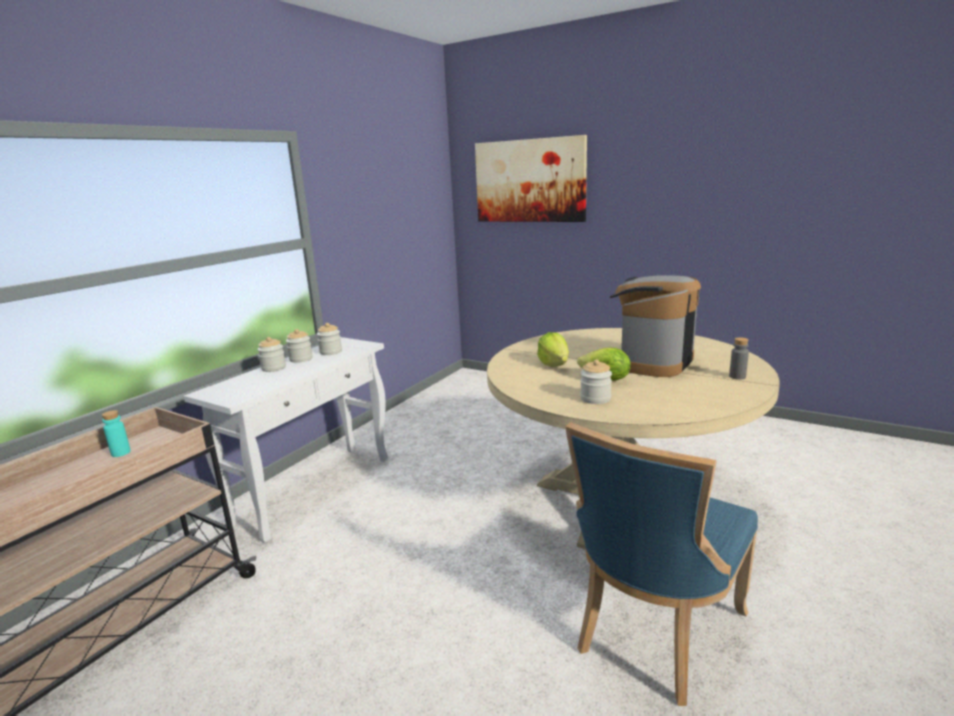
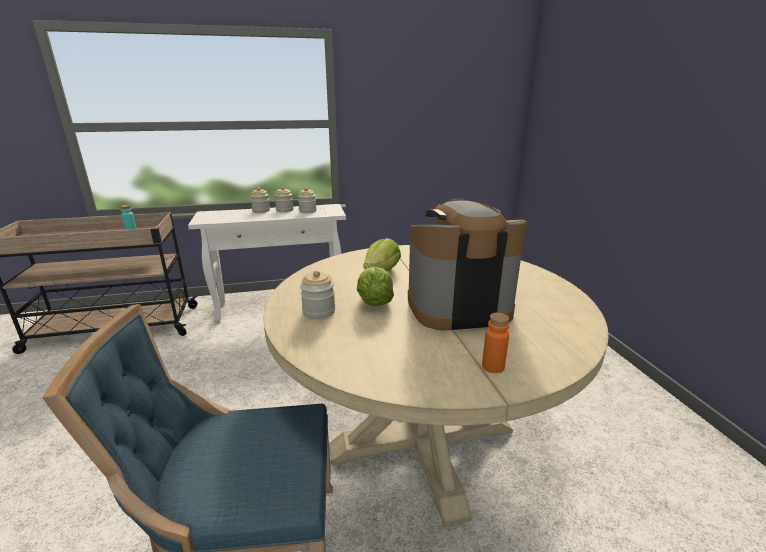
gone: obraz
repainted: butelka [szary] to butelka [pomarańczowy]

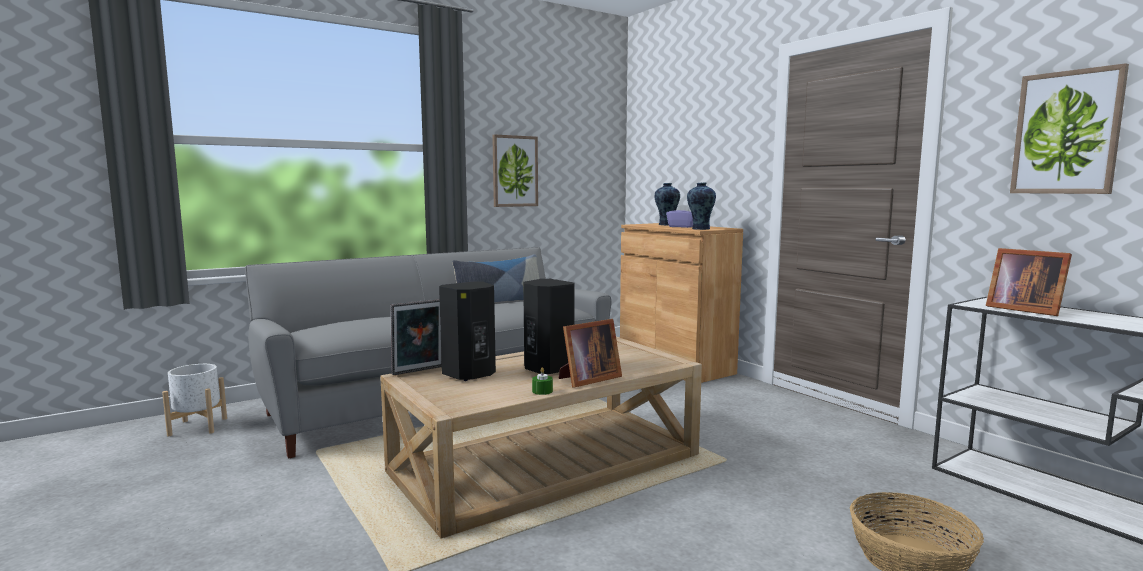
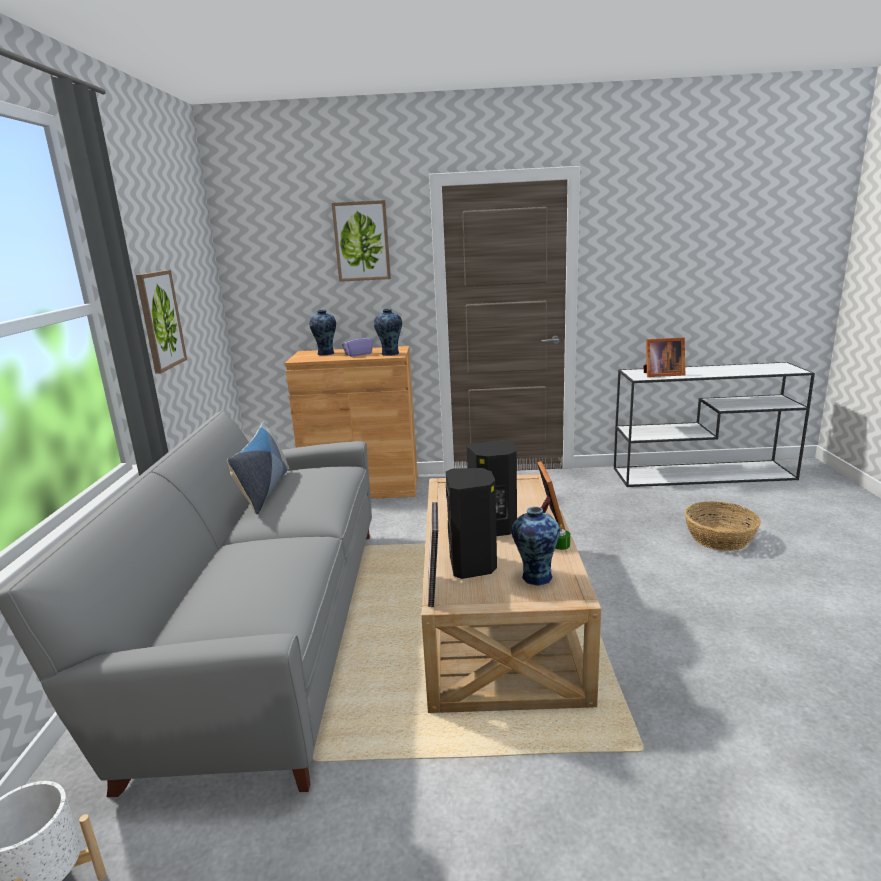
new: wazon (no. 3 from left)
shifted: obraz (no. 2 from left)

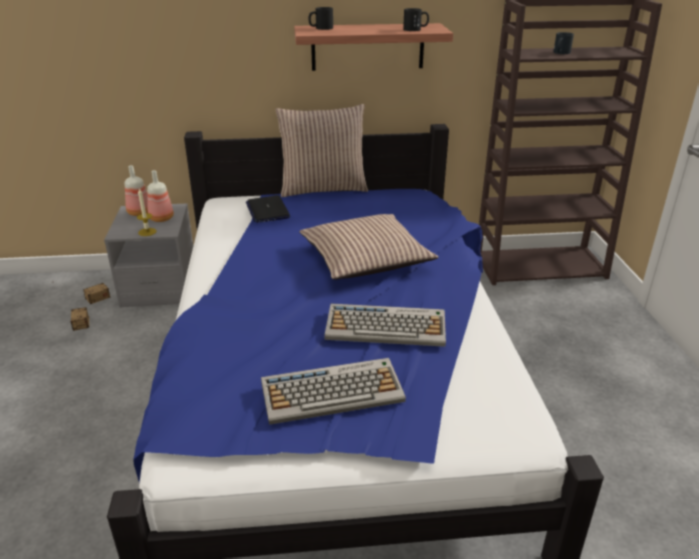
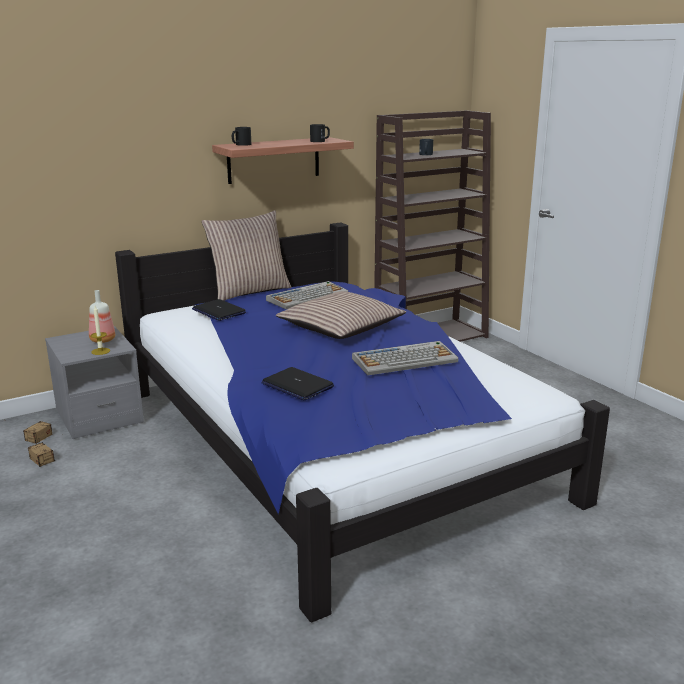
gone: butelka (no. 1 from left)
new: laptop (no. 2 from left)
shifted: klawiatura (no. 1 from left)

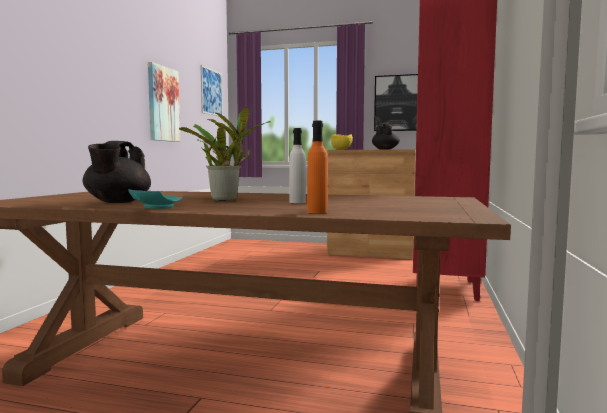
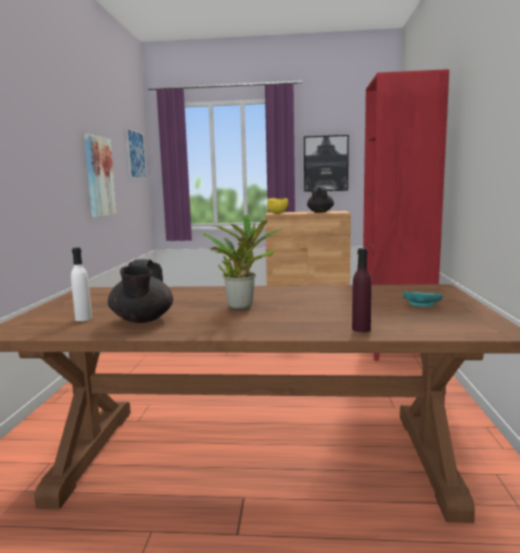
shifted: butelka [biały]; talerz [turkusowy]
repainted: butelka [pomarańczowy] to butelka [fioletowy]

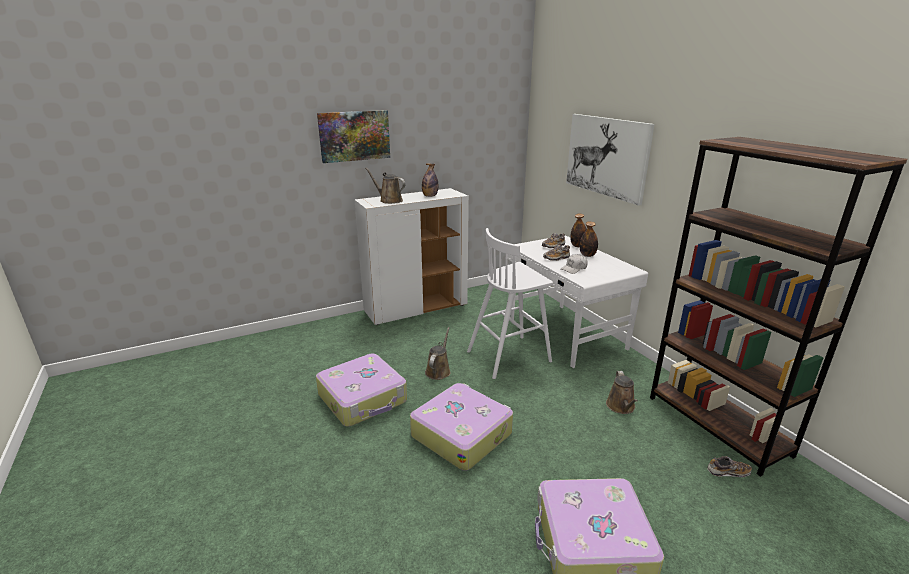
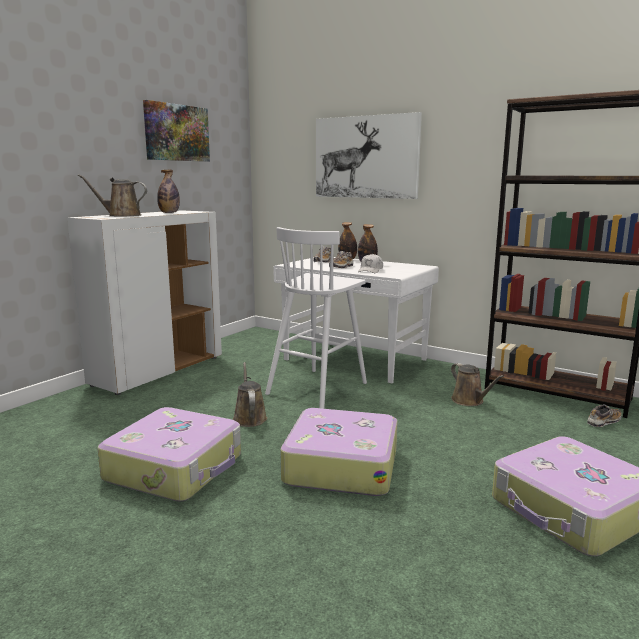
shifted: obraz (no. 1 from left)

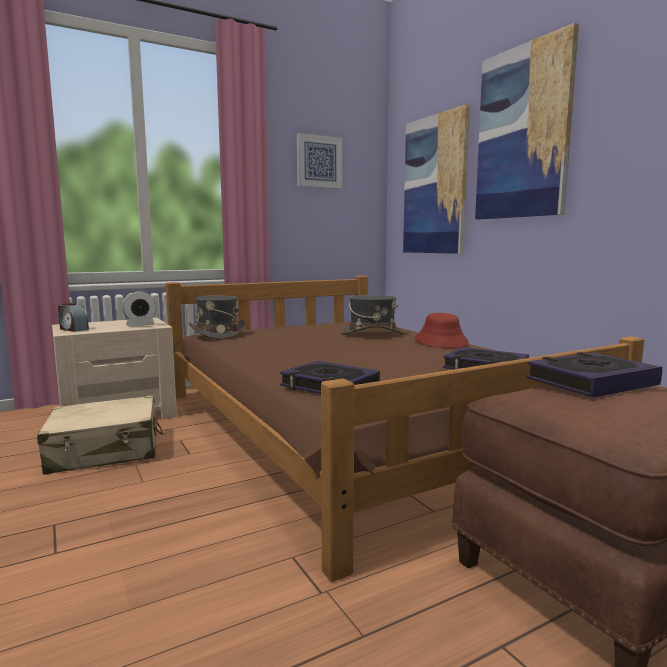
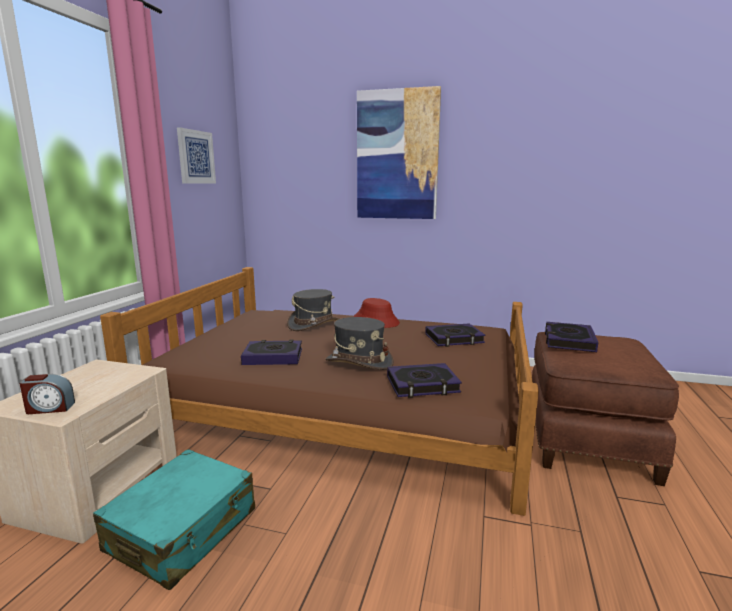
gone: budzik (no. 2 from left); obraz (no. 2 from left)
new: książka (no. 1 from left)
shifted: kapelusz [szary] (no. 1 from left in the first image) to kapelusz [szary] (no. 2 from left)
repainted: walizka [beżowy] to walizka [turkusowy]

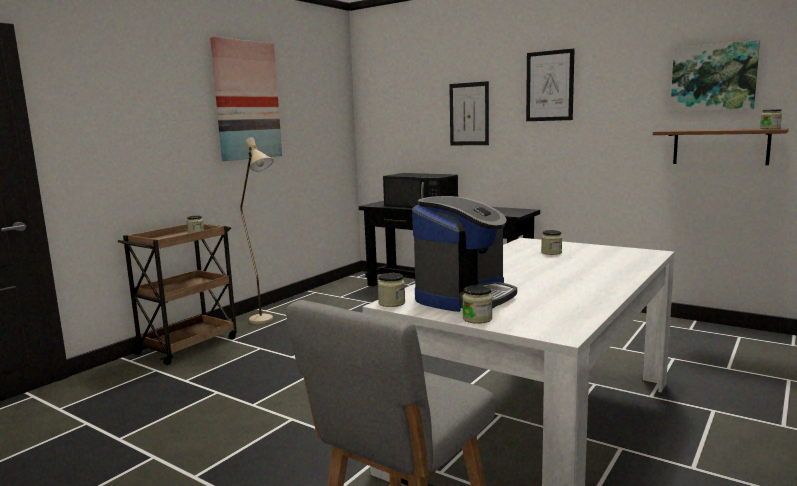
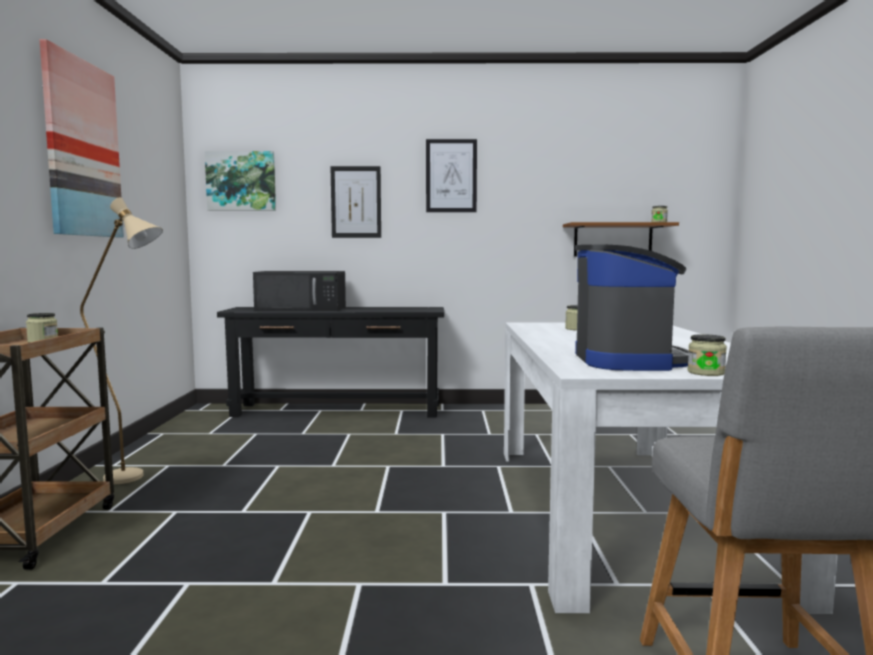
gone: słoik (no. 2 from left)
shifted: obraz (no. 4 from left in the first image) to obraz (no. 2 from left)

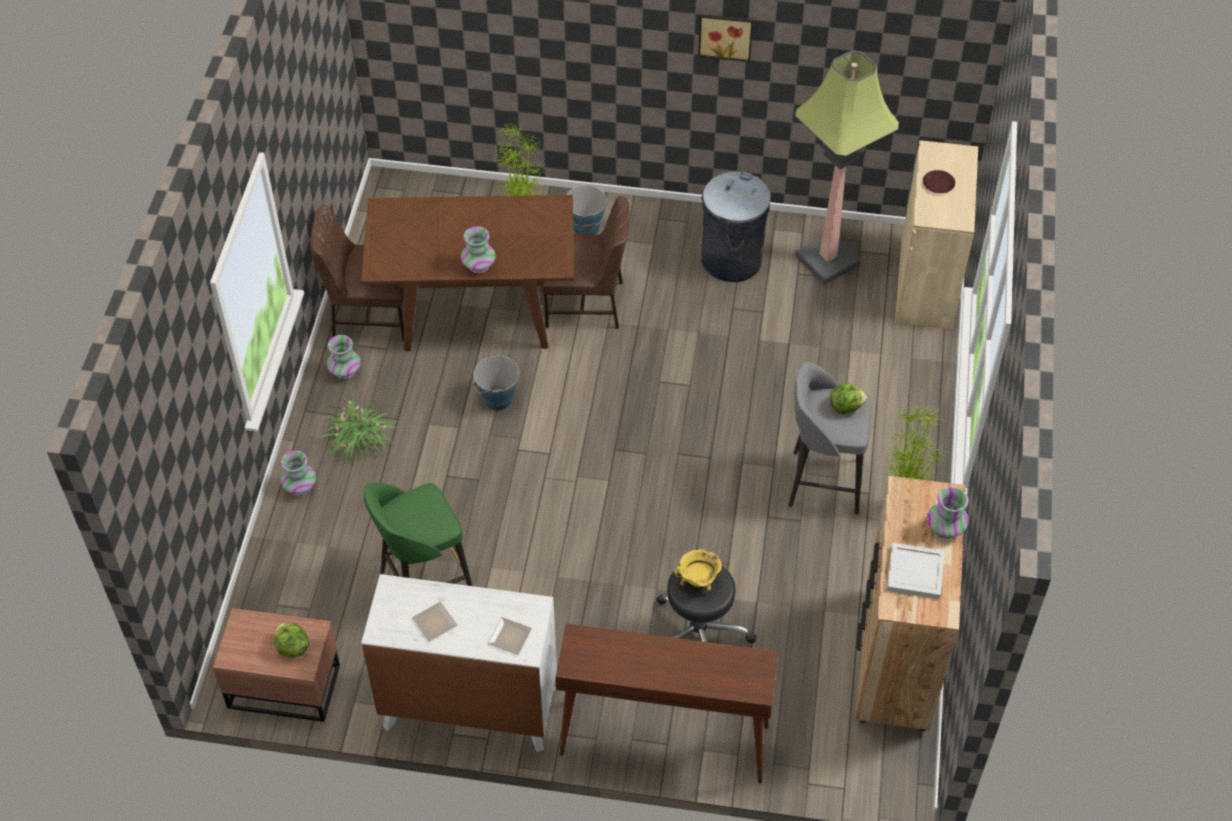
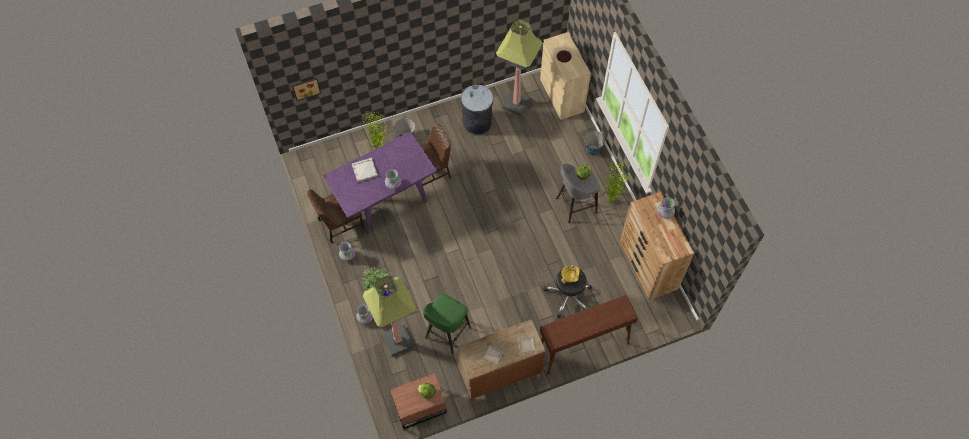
new: lampa stojąca (no. 1 from left)
shifted: obraz; taca [biały]; wiadro (no. 1 from left in the first image) to wiadro (no. 2 from left)
repainted: stół jadalny [brązowy] to stół jadalny [fioletowy]; komoda [biały] to komoda [brązowy] (no. 1 from left)

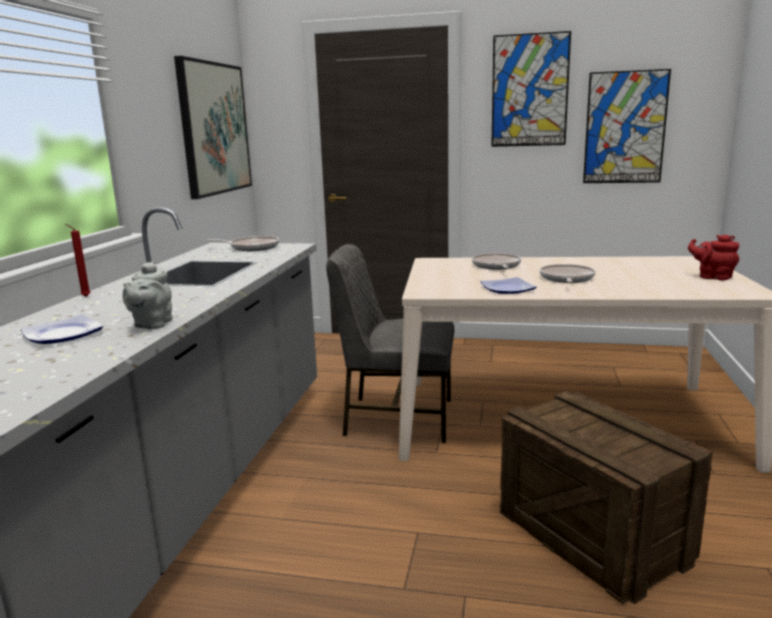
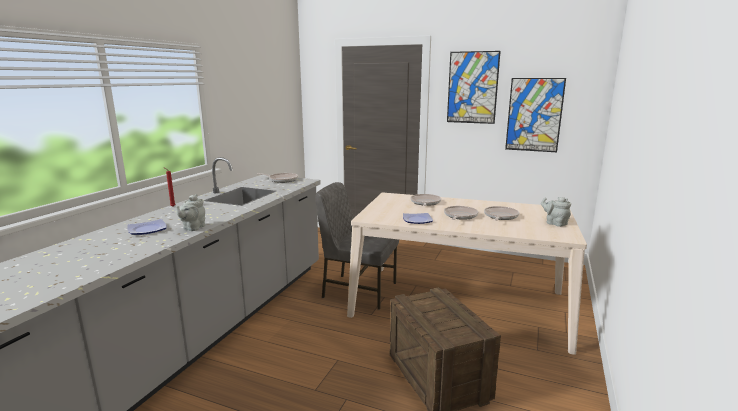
gone: obraz (no. 1 from left)
new: patelnia (no. 4 from left)
repainted: imbryk [czerwony] to imbryk [szary] (no. 2 from left)

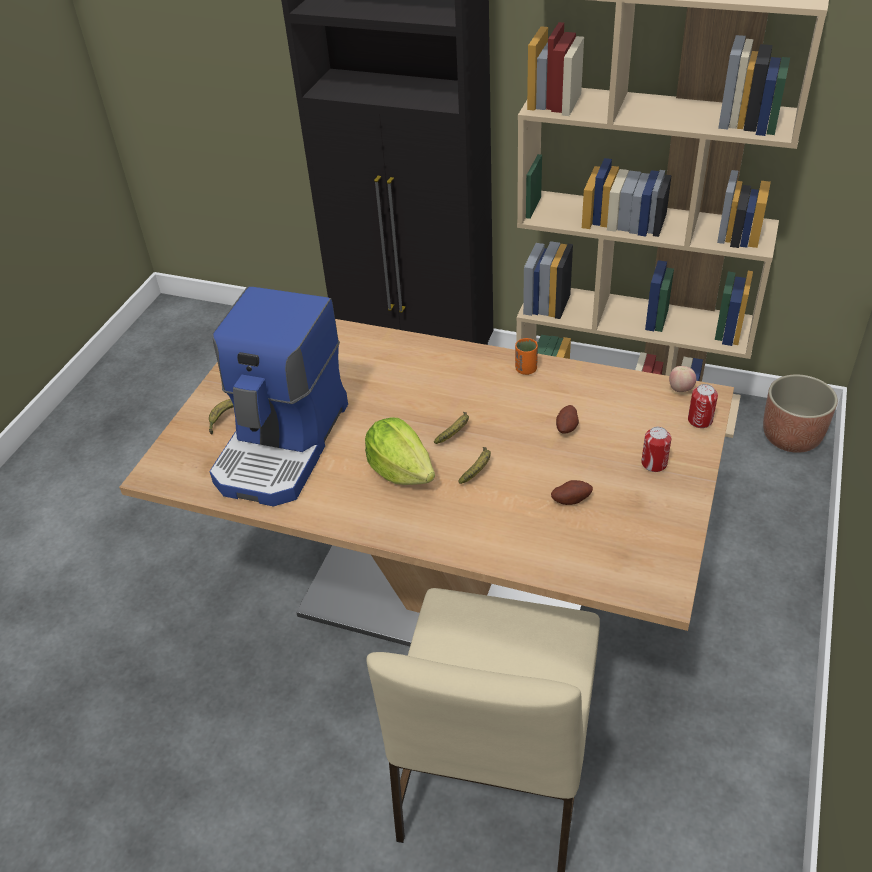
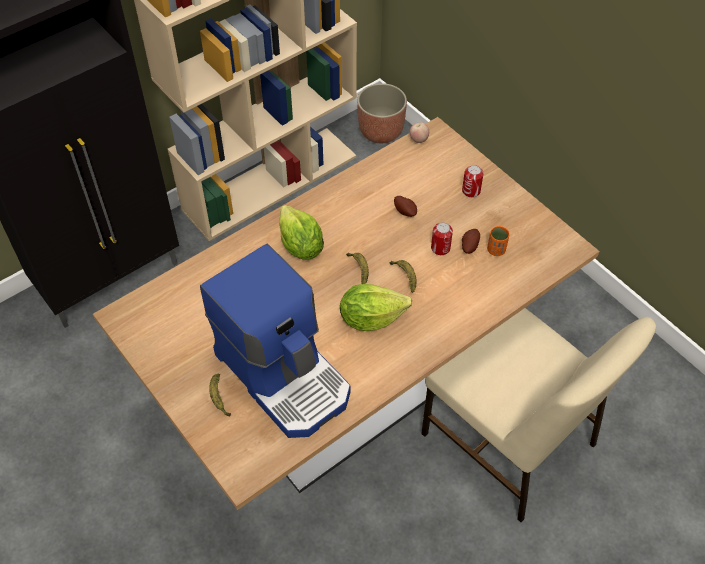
new: sałata (no. 1 from left)
shifted: puszka (no. 2 from left in the first image) to puszka (no. 1 from left); filiżanka [pomarańczowy]

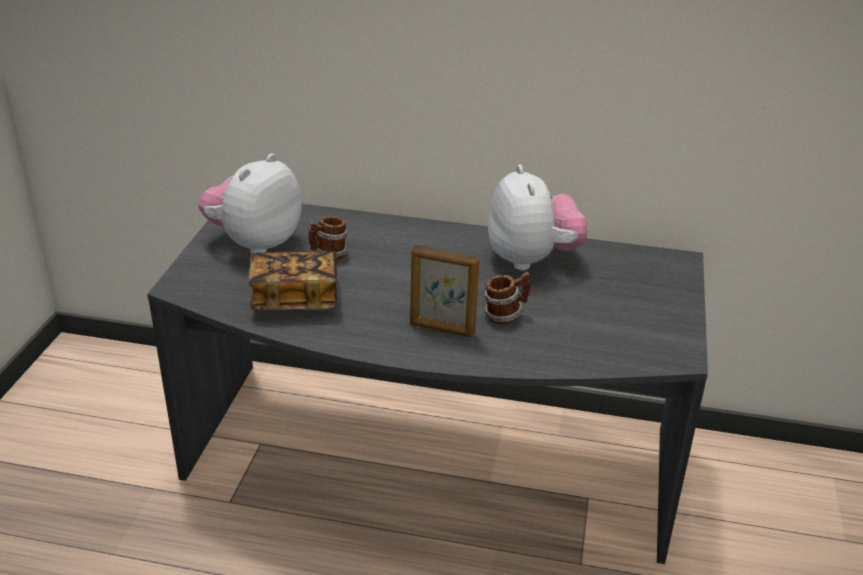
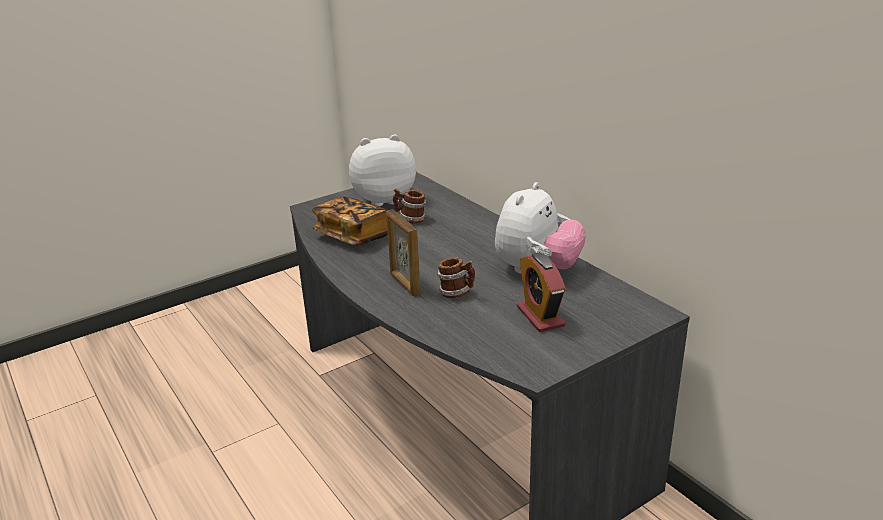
new: budzik

